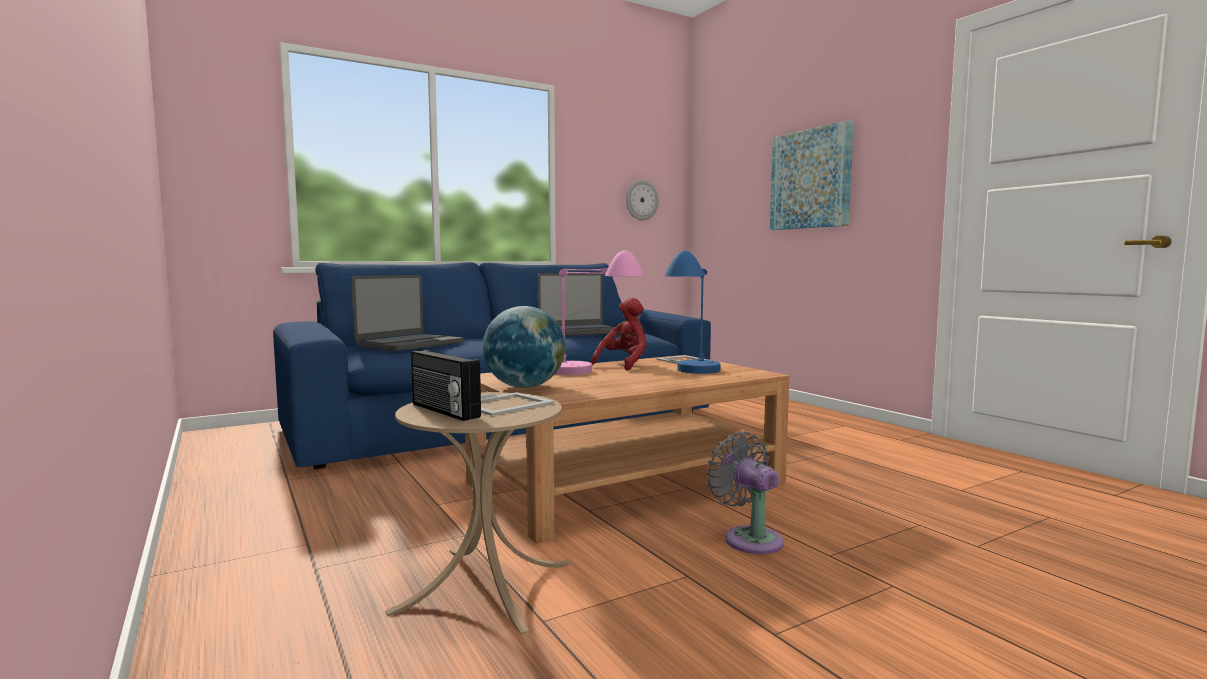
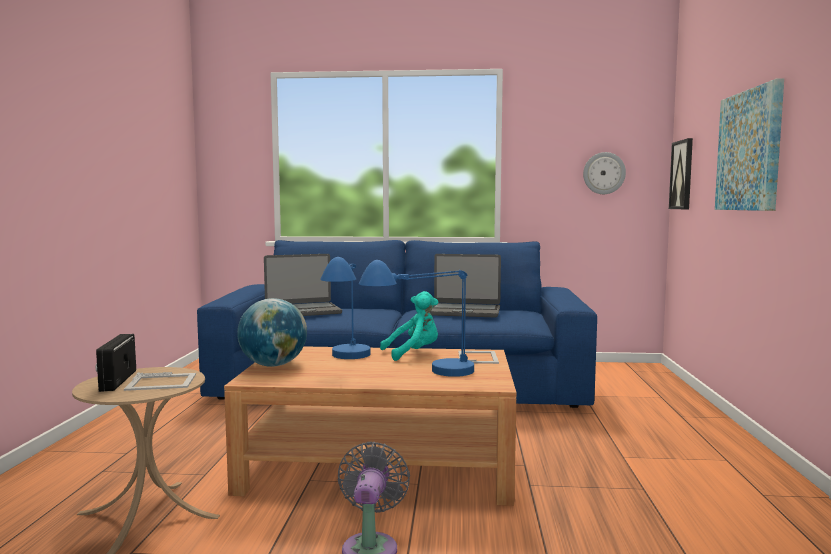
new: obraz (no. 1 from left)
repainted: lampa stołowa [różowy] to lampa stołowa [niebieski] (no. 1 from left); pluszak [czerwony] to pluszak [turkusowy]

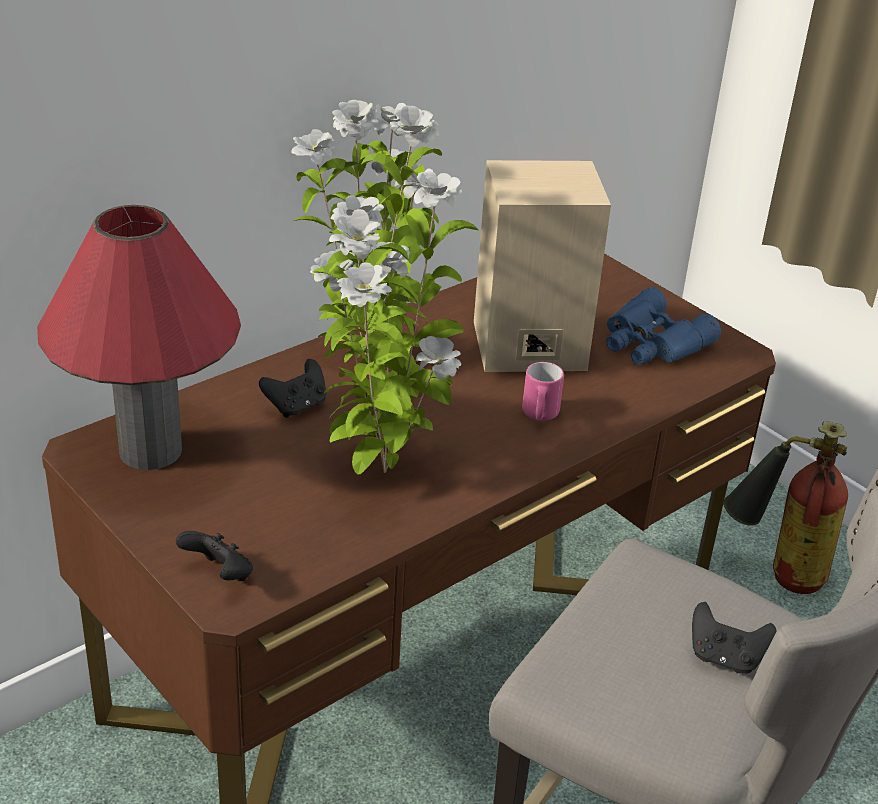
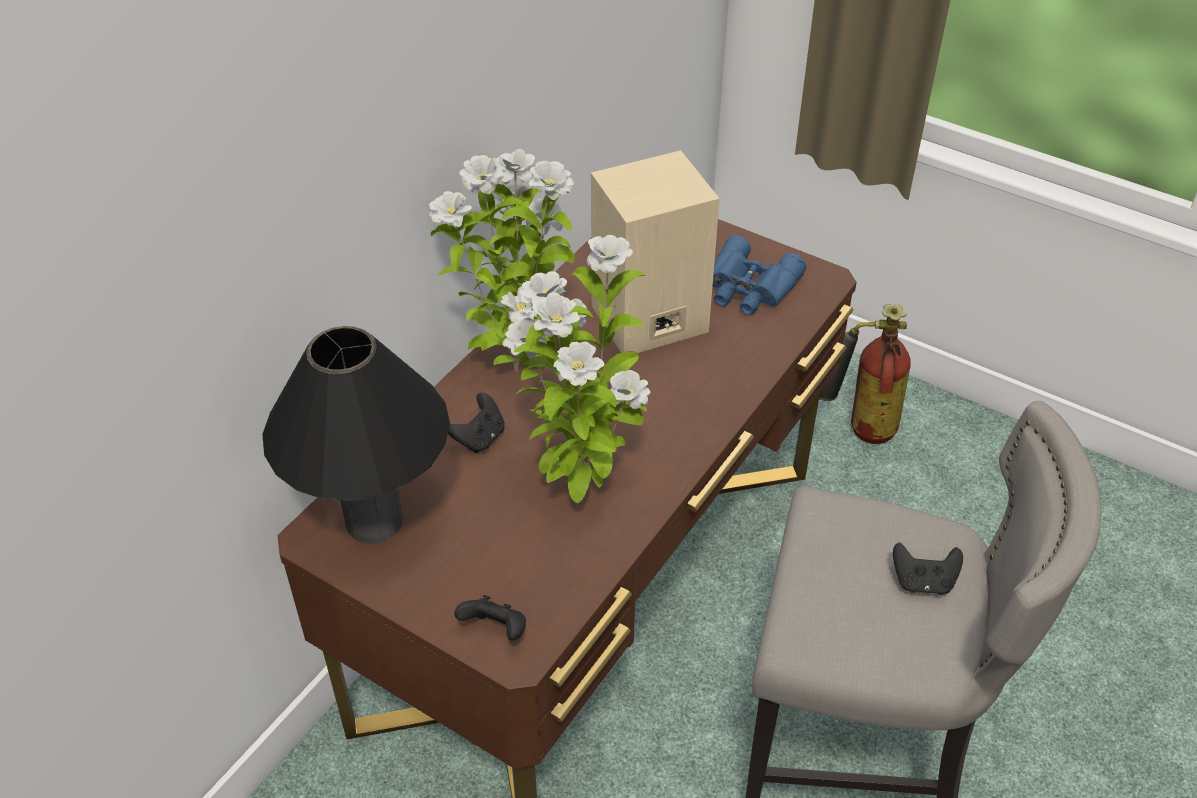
gone: kubek [różowy]
repainted: lampa stołowa [czerwony] to lampa stołowa [czarny]

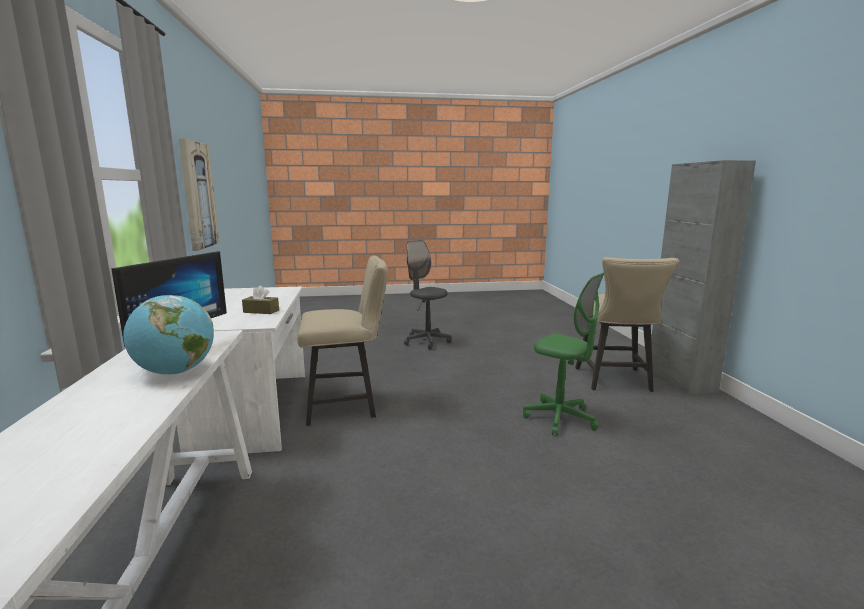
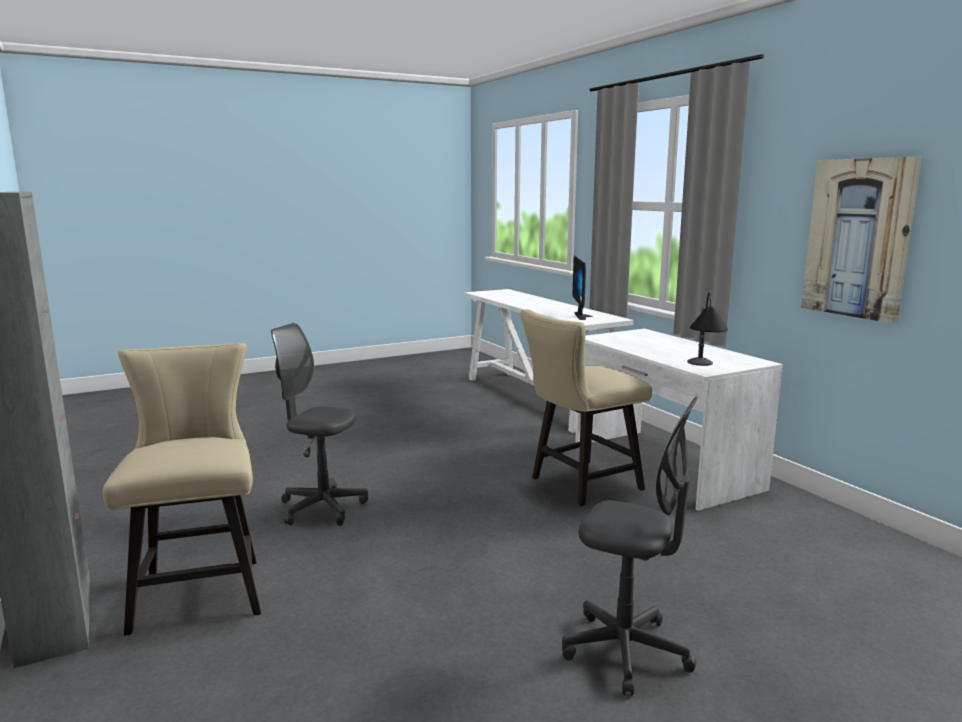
gone: globus; pudełko chusteczek [brązowy]
new: lampa stołowa
repainted: krzesło biurowe [zielony] to krzesło biurowe [szary] (no. 1 from left)

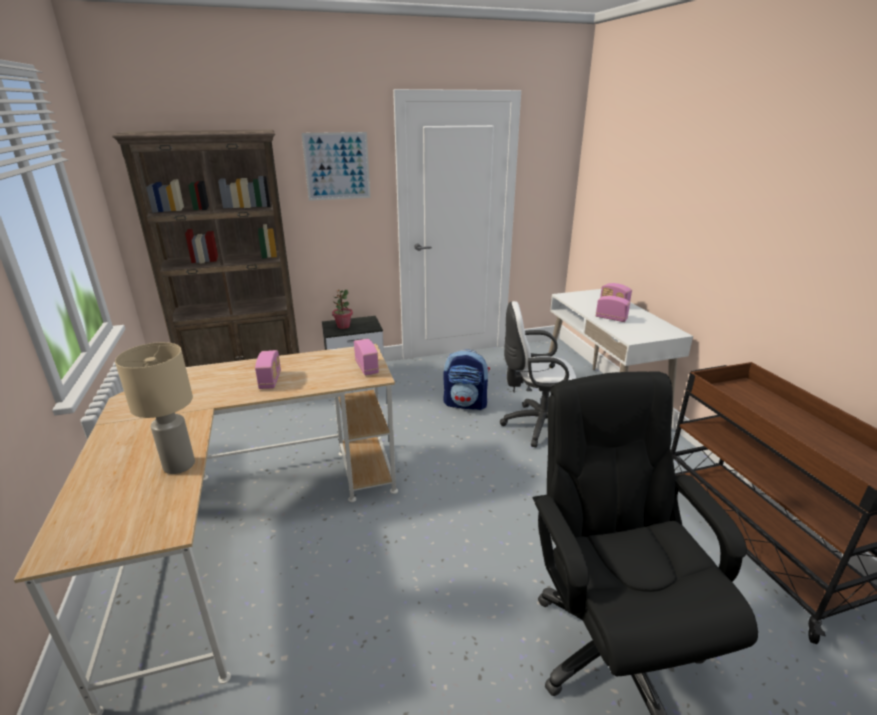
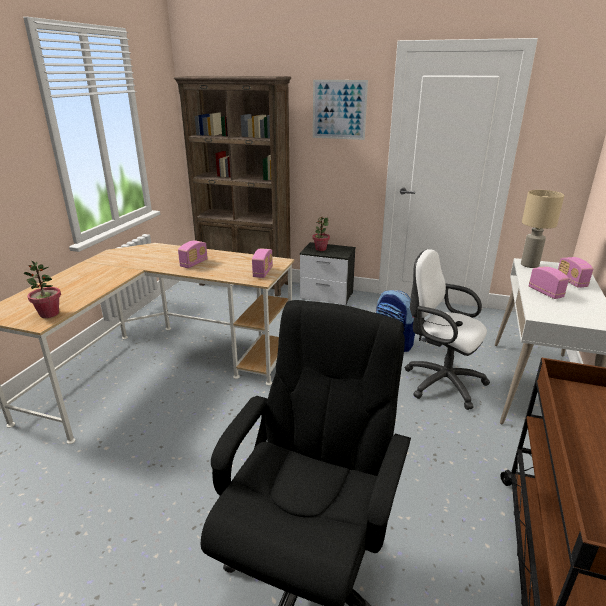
new: roślina doniczkowa (no. 1 from left)
shifted: lampa stołowa [beżowy]

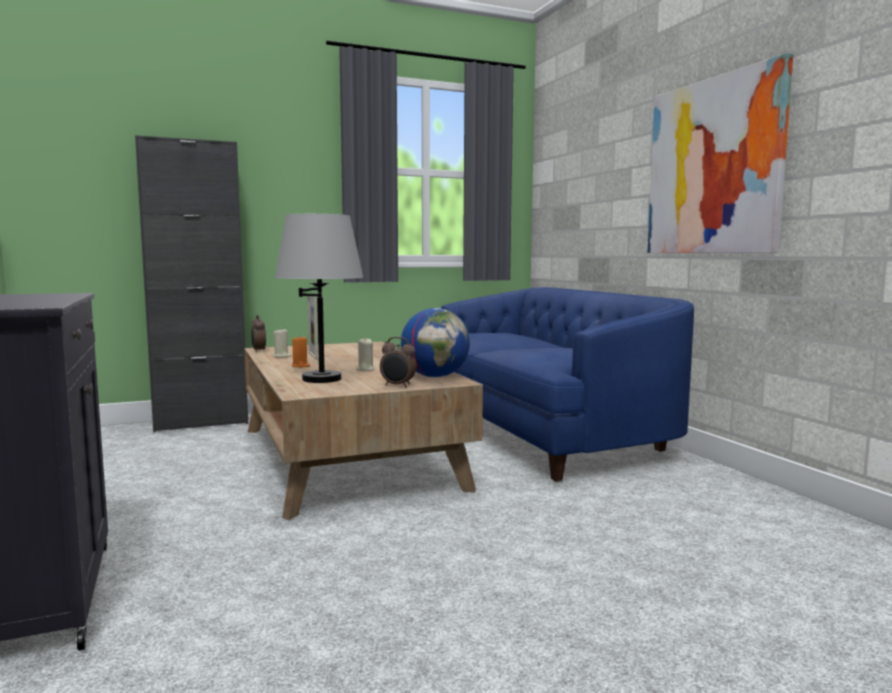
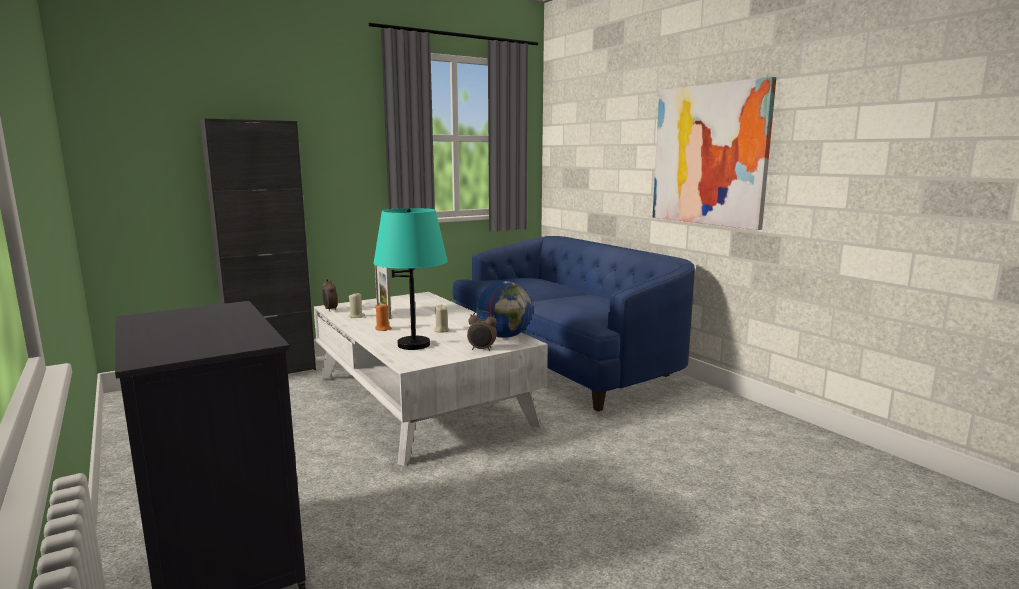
repainted: ława [brązowy] to ława [biały]; lampa stołowa [szary] to lampa stołowa [turkusowy]

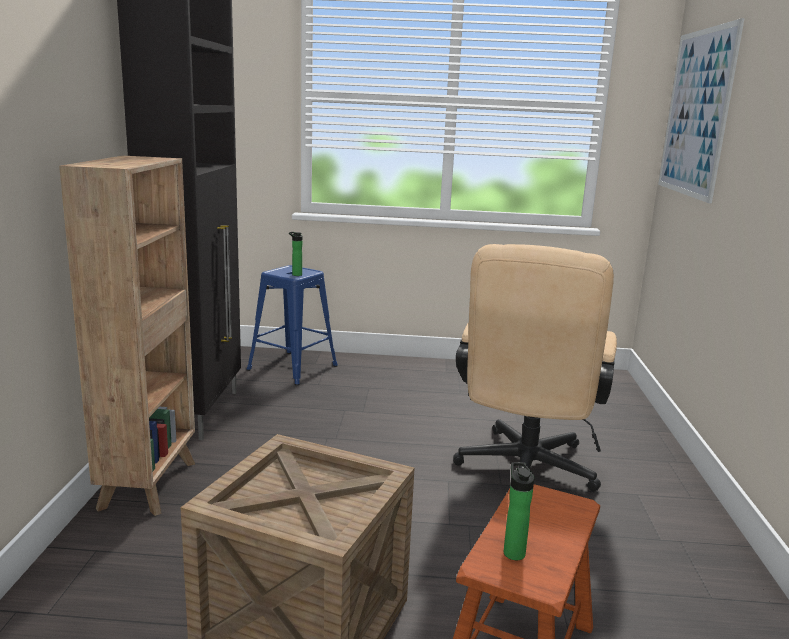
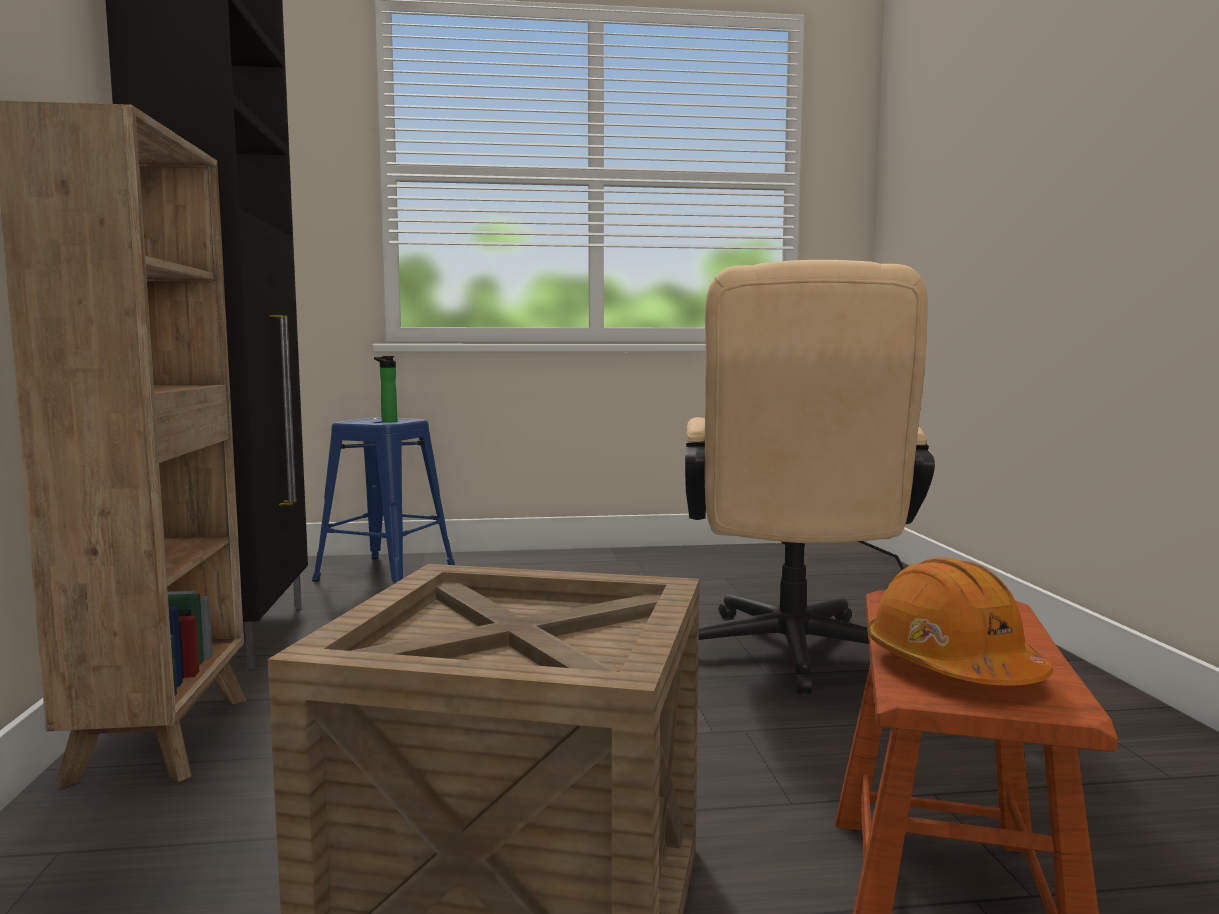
gone: obraz
swapped: butelka (no. 2 from left) to kask [pomarańczowy]

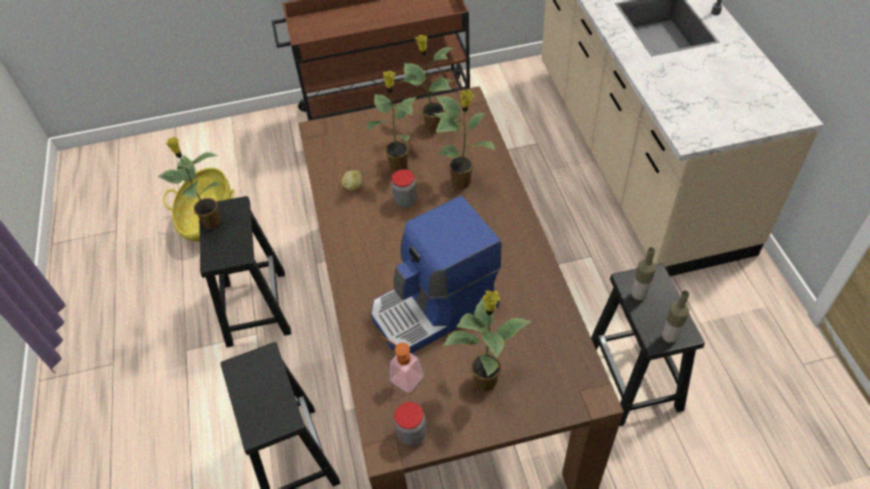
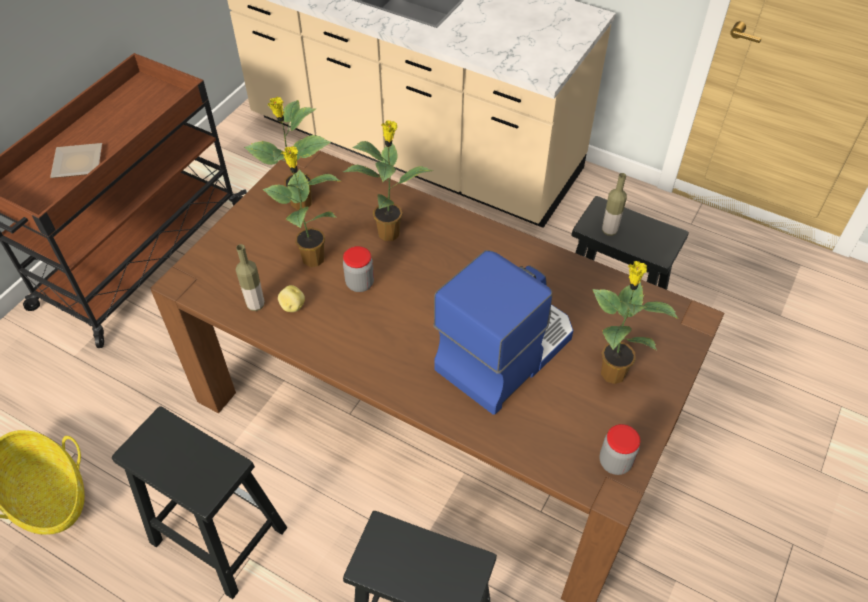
gone: roślina doniczkowa (no. 1 from left); dozownik mydła
new: talerz
shifted: butelka (no. 2 from left in the first image) to butelka (no. 1 from left)
rotated: ekspres do kawy 150 degrees counterclockwise

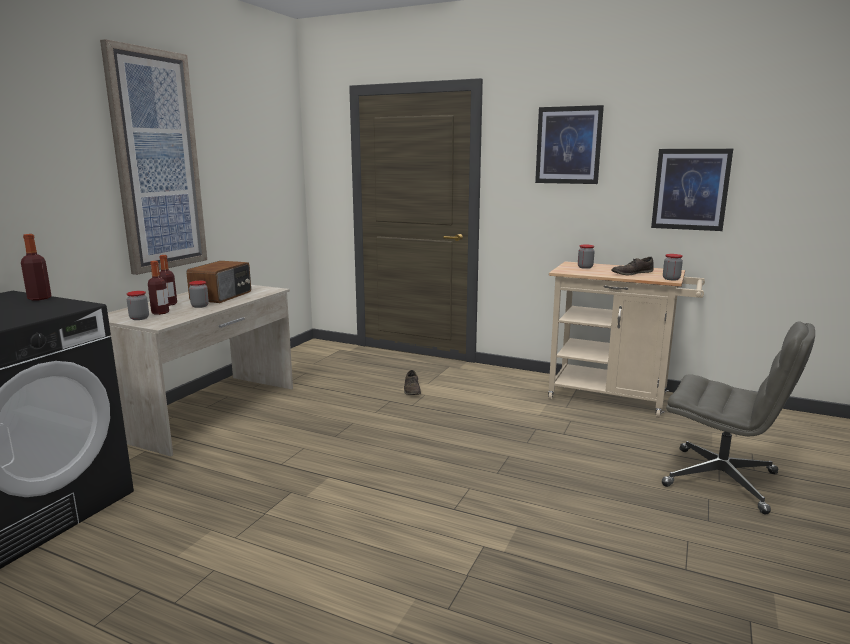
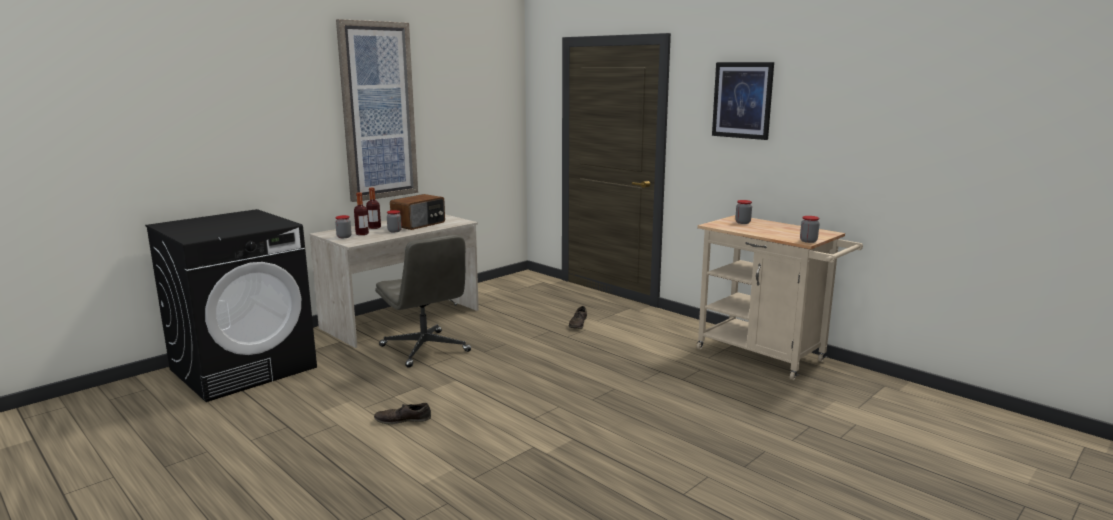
gone: butelka (no. 1 from left); obraz (no. 3 from left)
shifted: but [brązowy] (no. 2 from left in the first image) to but [brązowy] (no. 1 from left); krzesło biurowe [szary]

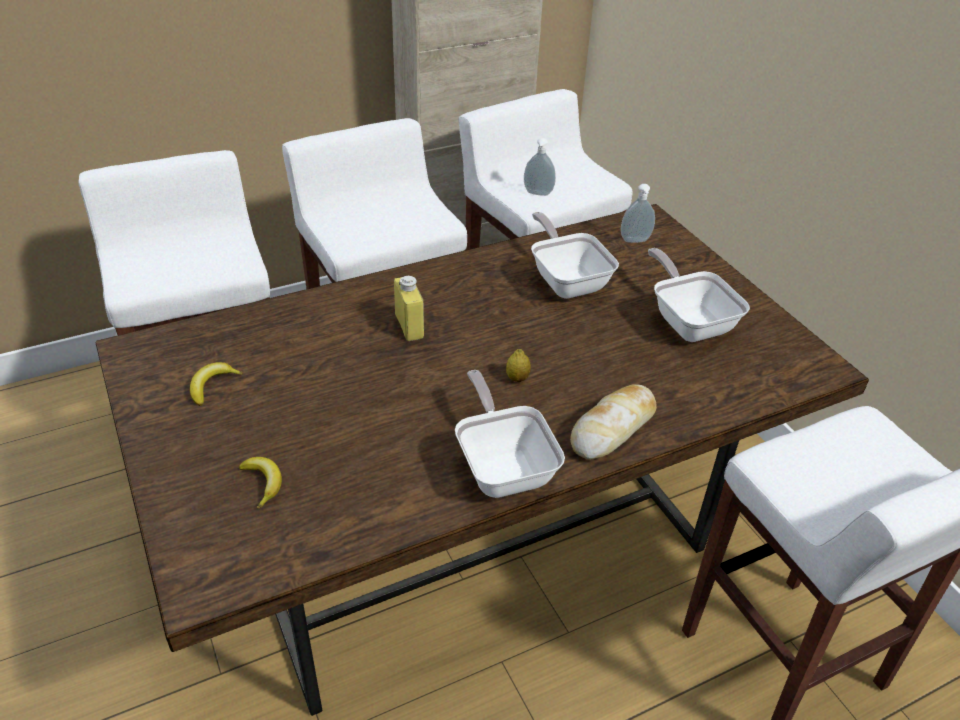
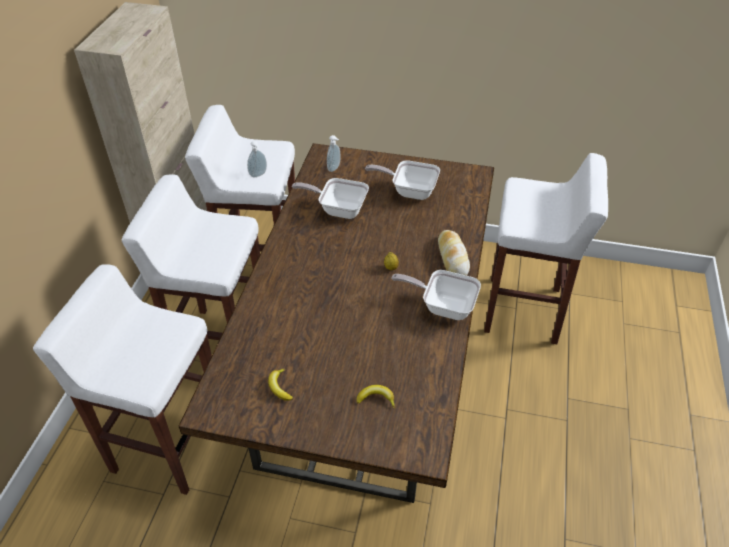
gone: butelka [żółty]

